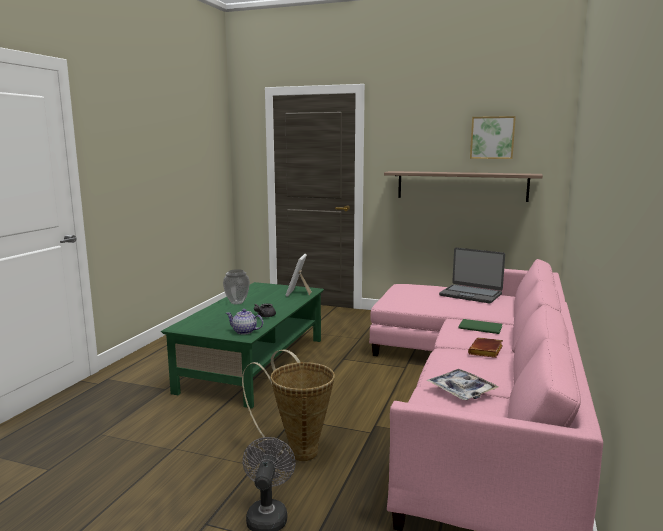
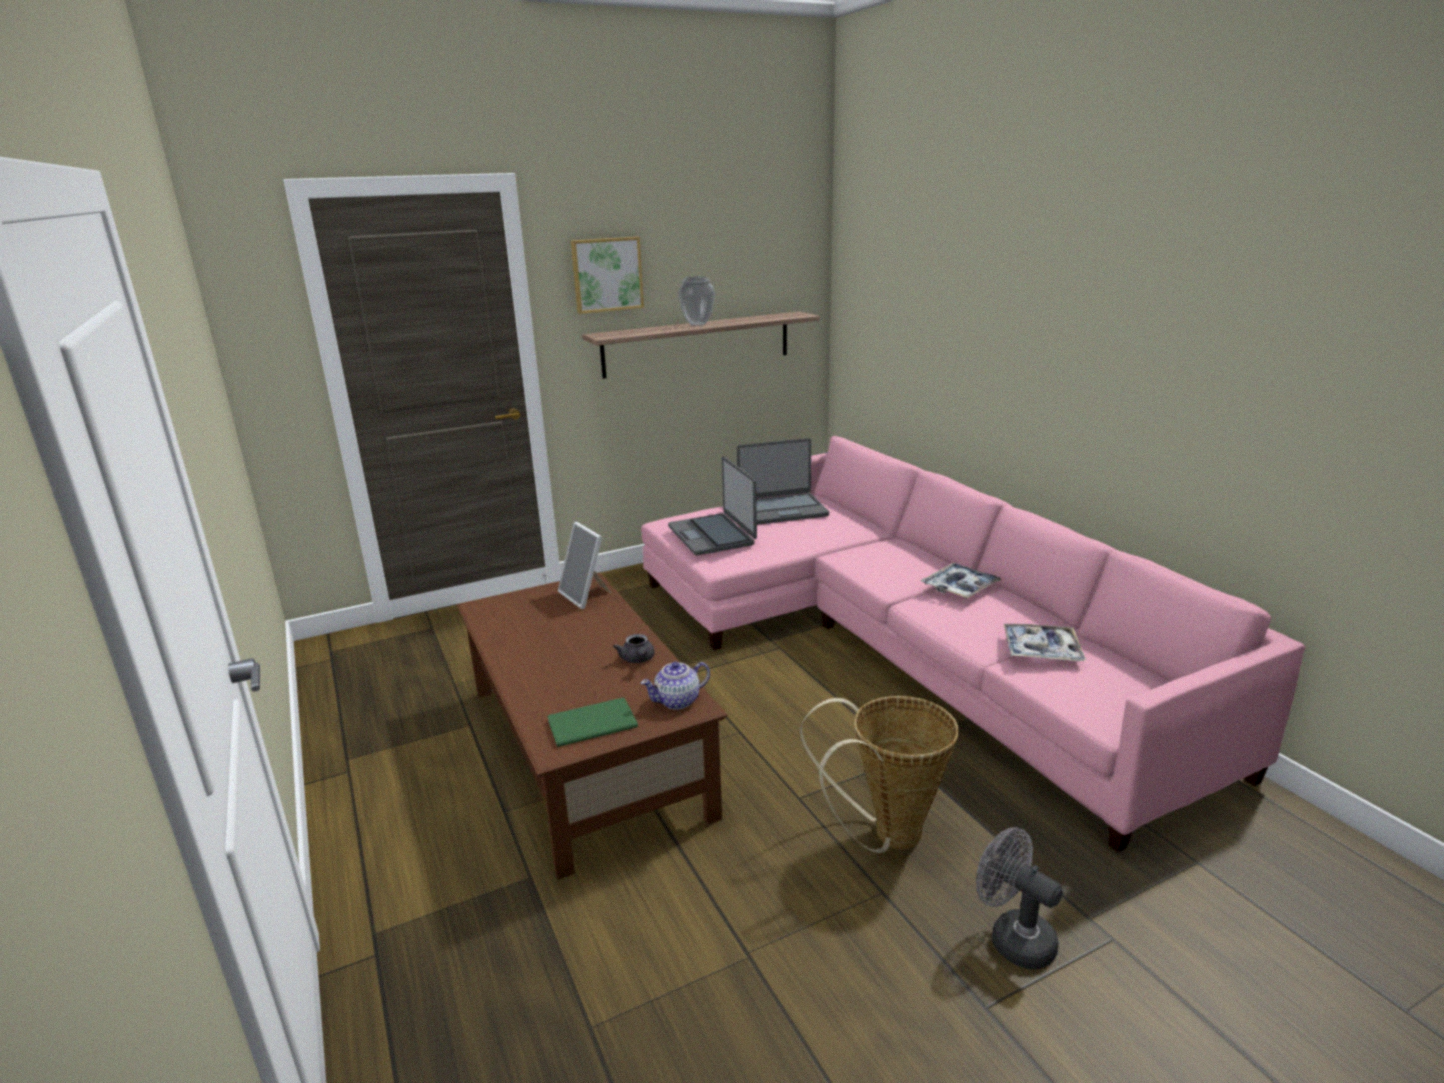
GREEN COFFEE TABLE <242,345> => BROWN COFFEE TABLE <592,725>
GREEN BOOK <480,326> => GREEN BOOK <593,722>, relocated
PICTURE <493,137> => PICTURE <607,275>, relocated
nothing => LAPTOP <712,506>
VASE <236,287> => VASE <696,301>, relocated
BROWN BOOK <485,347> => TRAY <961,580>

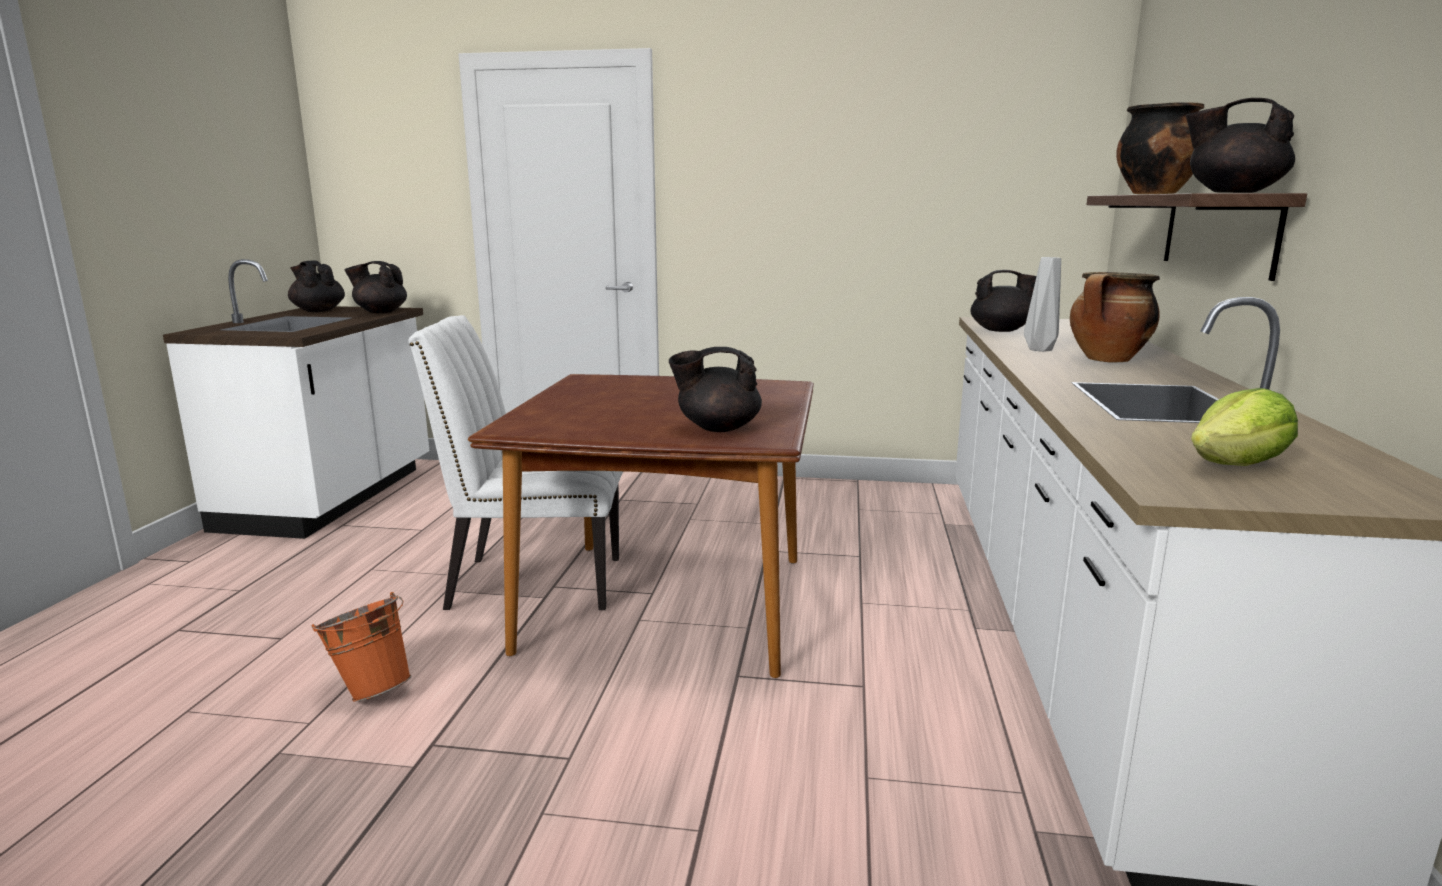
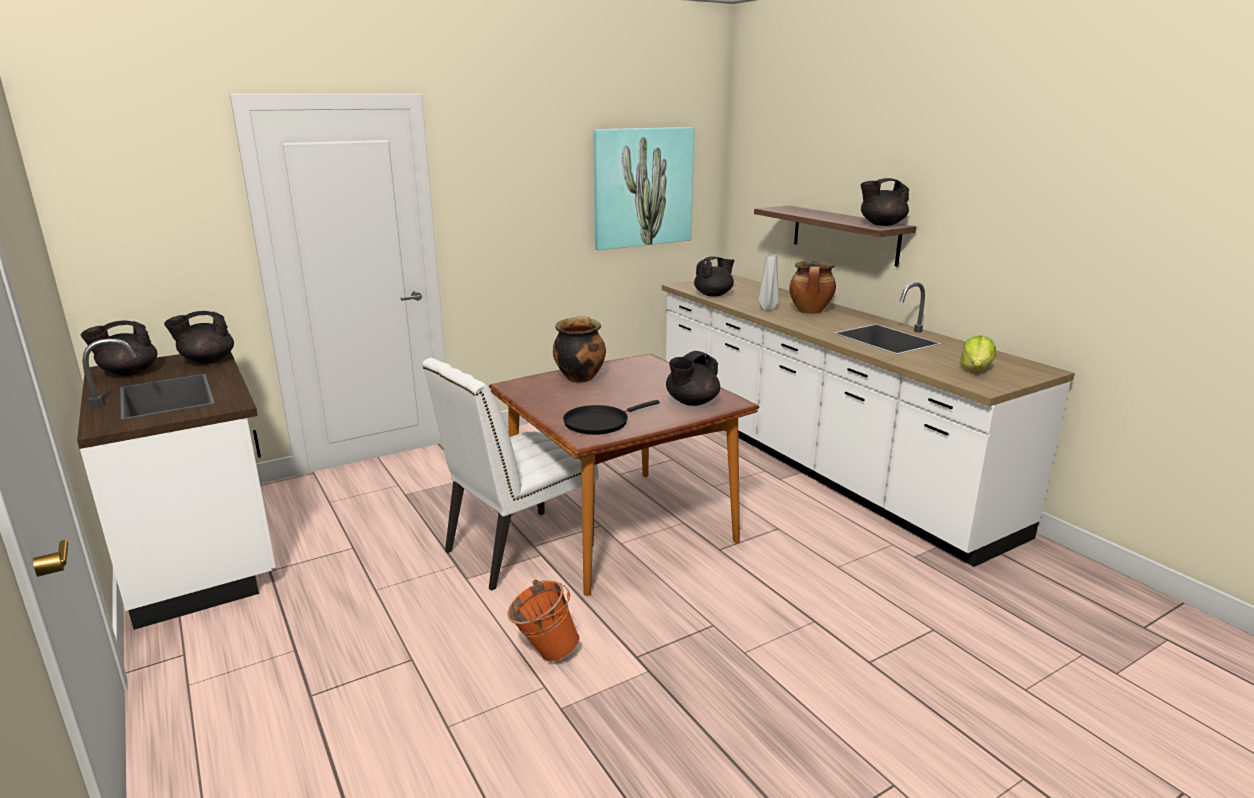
BLACK TEAPOT <316,286> => BLACK TEAPOT <119,348>, 45 degrees counterclockwise
COOKING POT <1160,148> => COOKING POT <579,349>, relocated
nothing => BLACK FRYING PAN <611,417>
nothing => PICTURE <643,188>

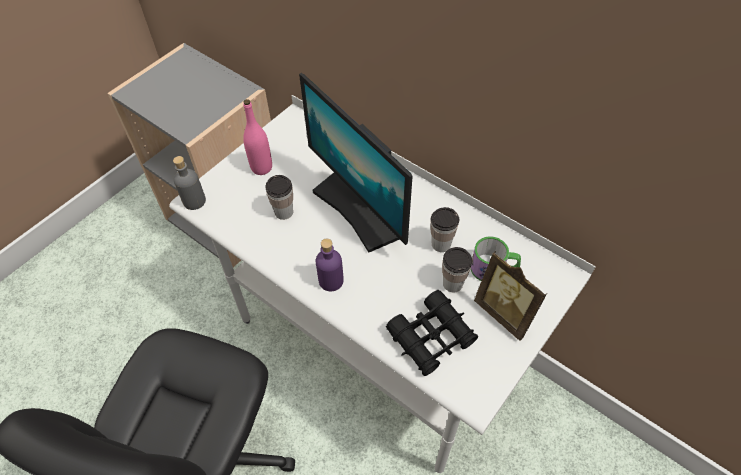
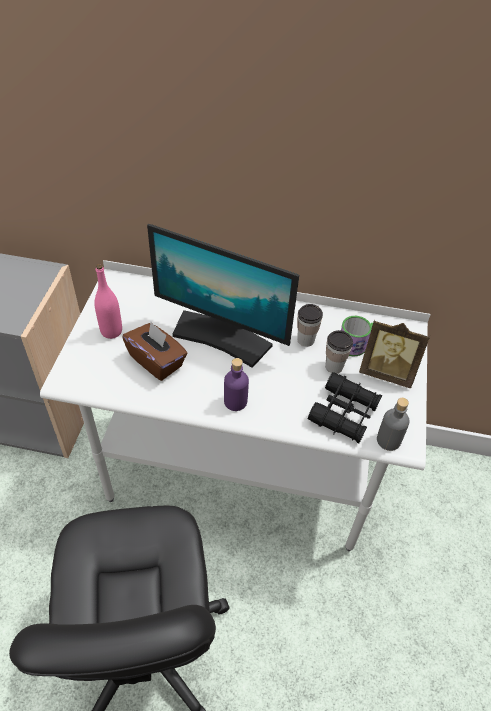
CUP <279,197> => BROWN TISSUE BOX <154,351>
GREY BOTTLE <189,183> => GREY BOTTLE <393,424>, relocated

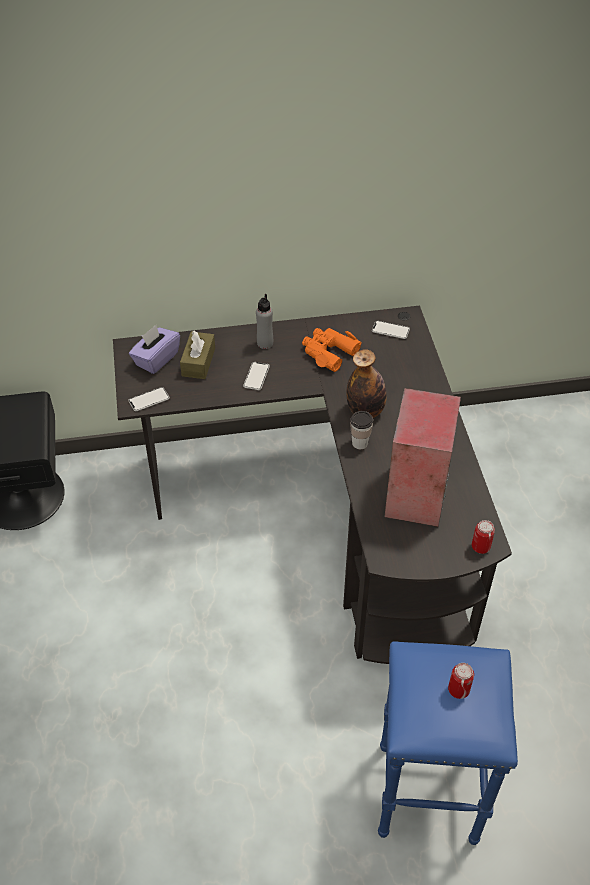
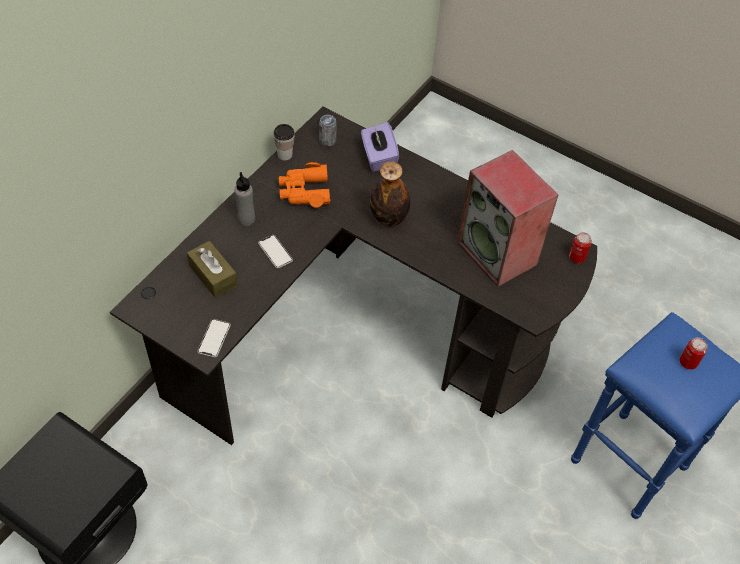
CUP <361,430> => CUP <284,142>, relocated
PHONE <391,330> => CAN <328,130>
PURPLE TISSUE BOX <154,349> => PURPLE TISSUE BOX <380,147>, relocated

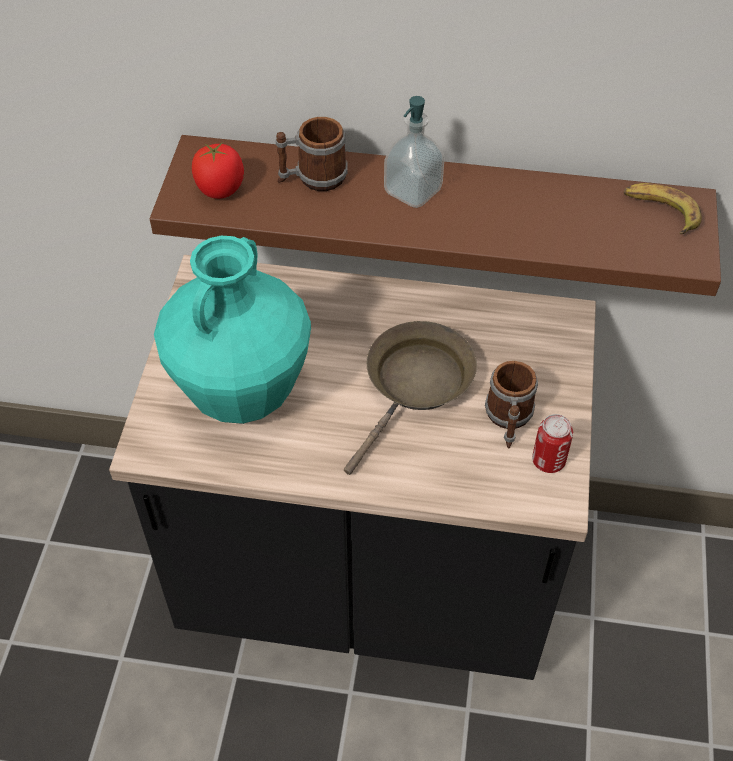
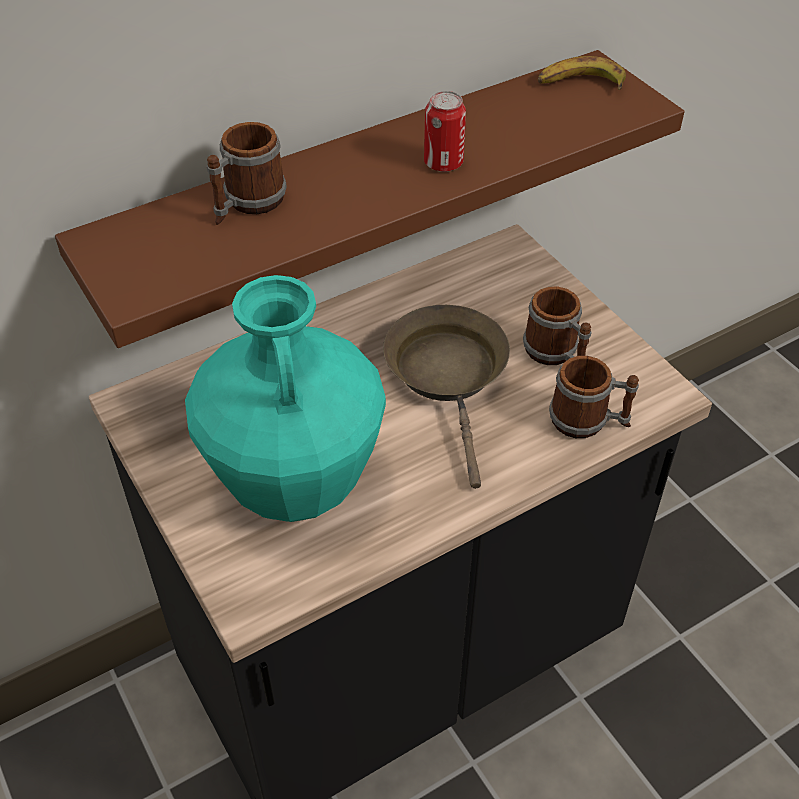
CAN <552,443> => CAN <445,131>, relocated
nothing => MUG <594,397>
TOMATO <218,170> => nothing
SOAP DISPENSER <414,152> => nothing

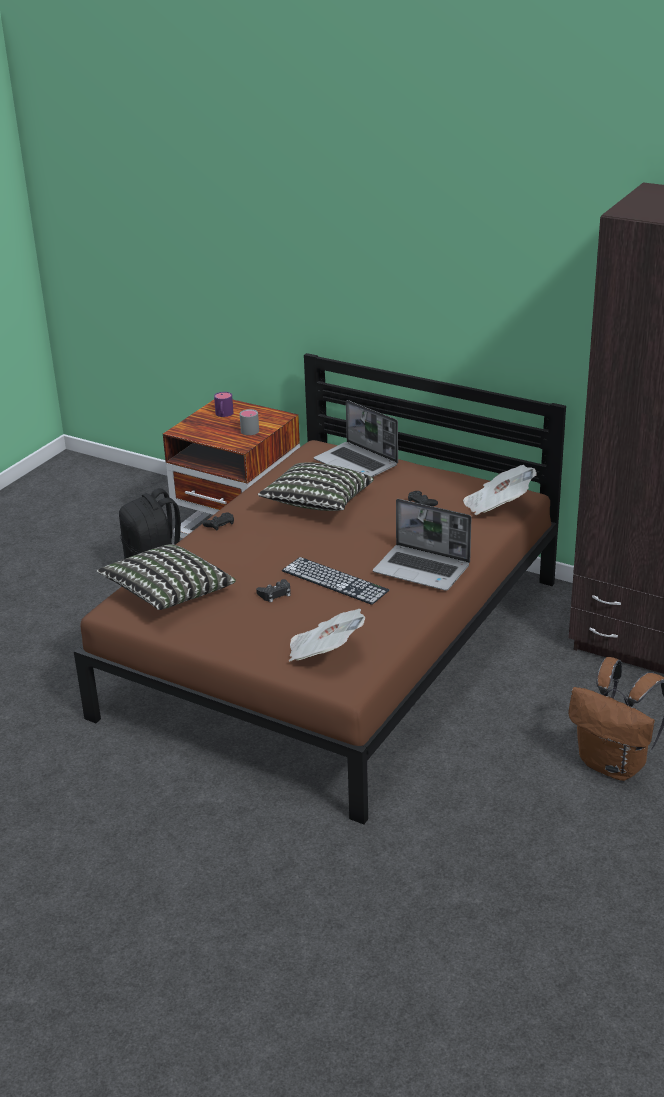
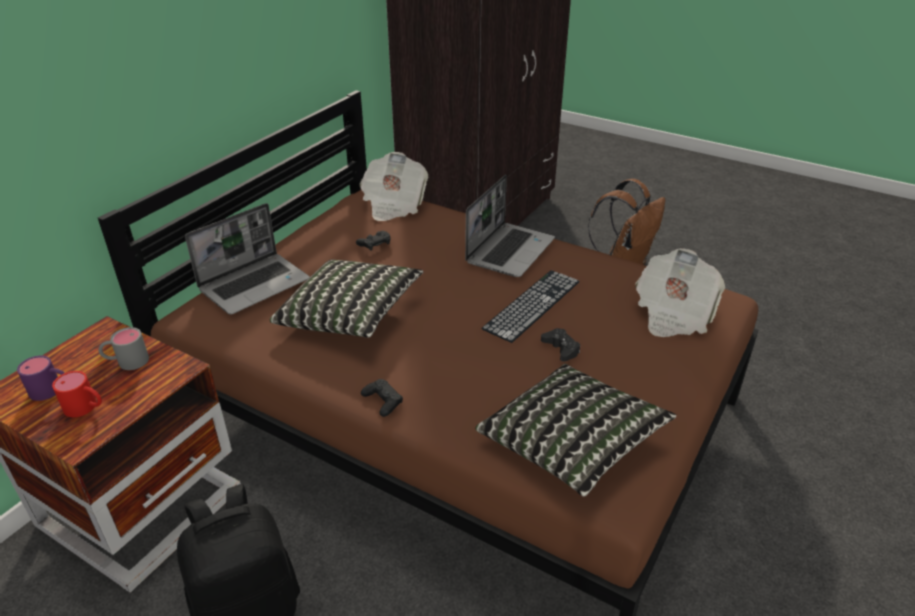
nothing => RED MUG <77,394>

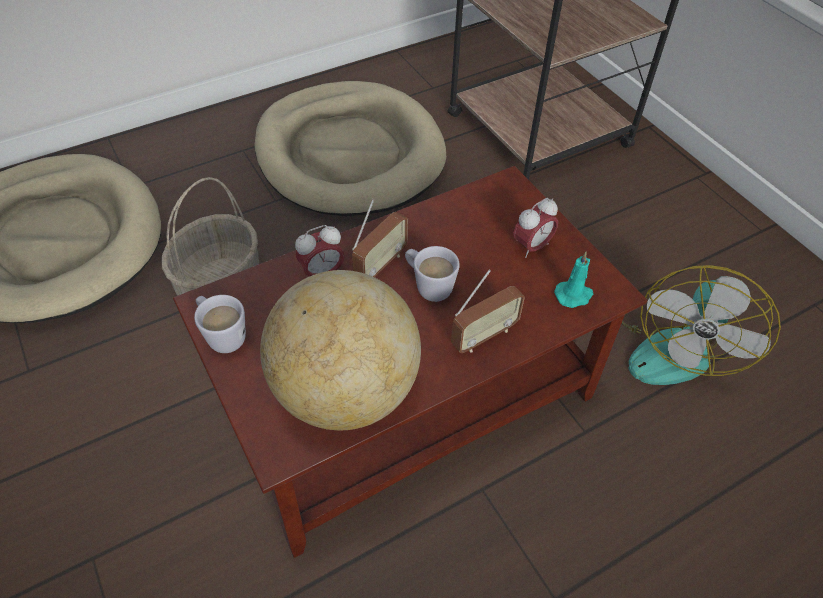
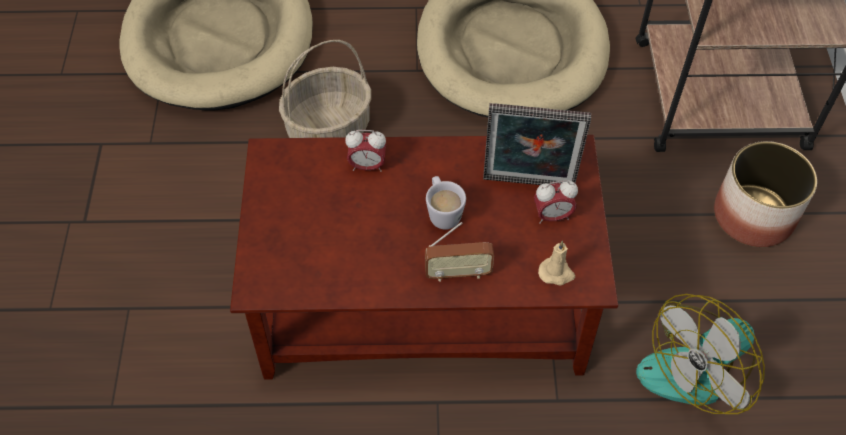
nothing => PICTURE FRAME <537,144>
TURQUOISE CANDLE <573,280> => BEIGE CANDLE <556,263>
nothing => PLANTER <765,194>
WHITE MUG <220,324> => nothing
GLOBE <340,350> => nothing
RADIO <380,238> => nothing

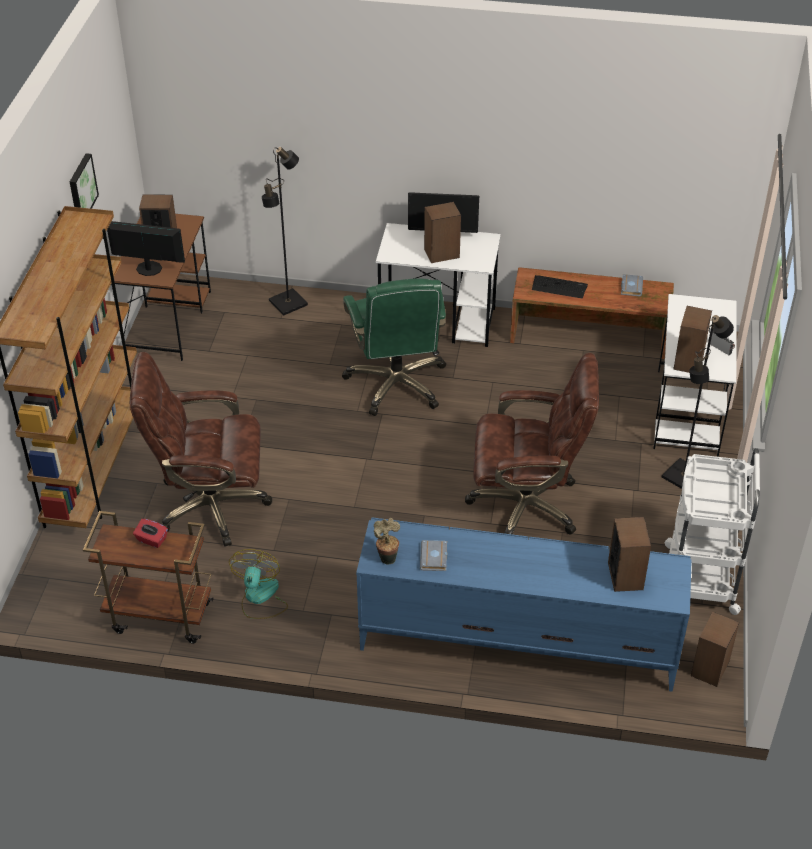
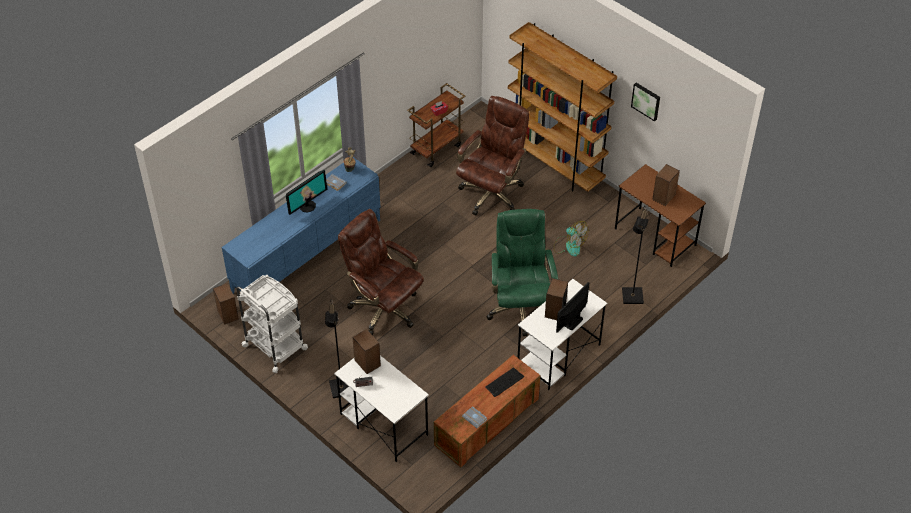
MONITOR <146,248> => MONITOR <306,192>, relocated
BROWN OFFICE CHAIR <532,444> => BROWN OFFICE CHAIR <381,272>, 90 degrees clockwise
GREEN OFFICE CHAIR <394,347> => GREEN OFFICE CHAIR <522,272>, 60 degrees clockwise
FAN <258,584> => FAN <571,238>, relocated
SPEAKER <629,554> => nothing

